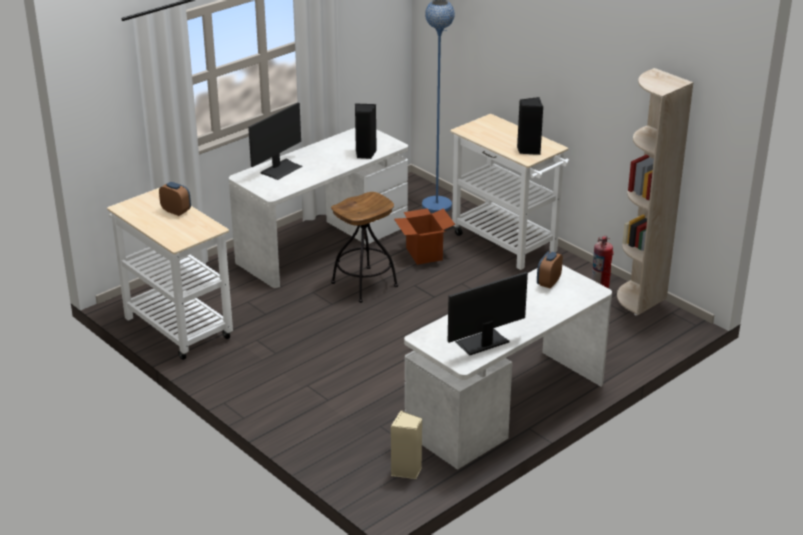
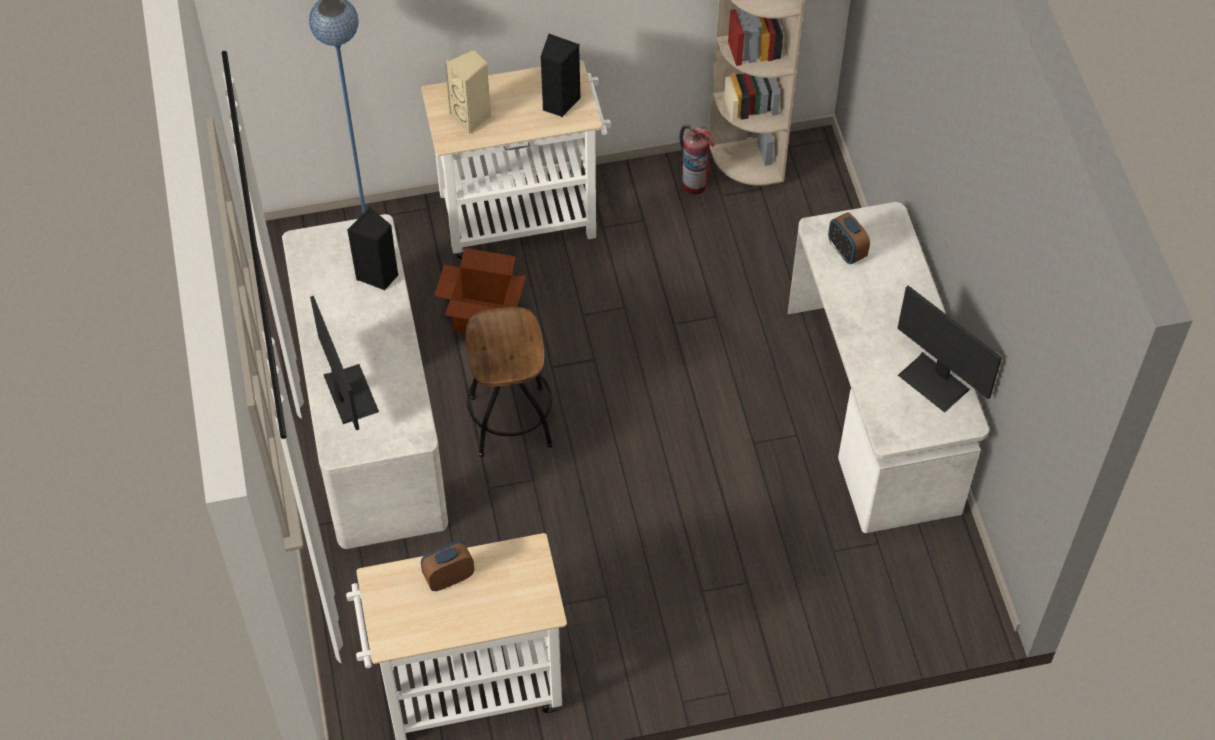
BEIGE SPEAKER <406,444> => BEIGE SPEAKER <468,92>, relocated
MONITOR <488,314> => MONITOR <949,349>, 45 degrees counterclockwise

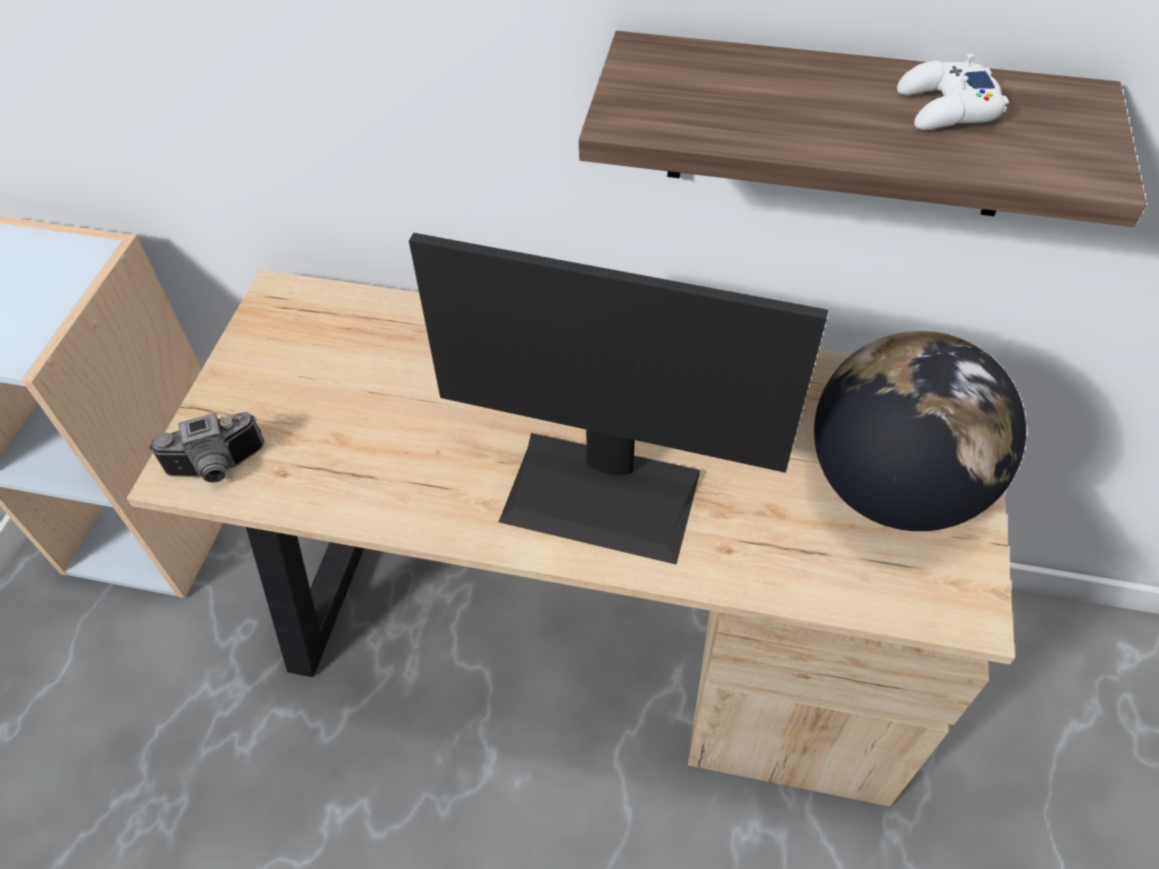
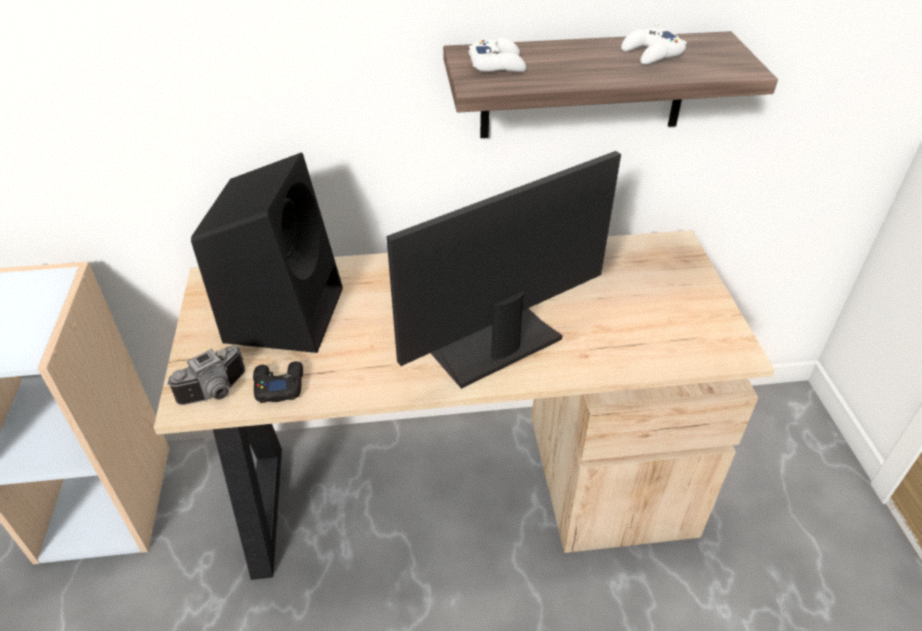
nothing => BLACK SPEAKER <267,252>
nothing => BLACK GAME CONTROLLER <278,382>
MONITOR <618,399> => MONITOR <503,270>, 150 degrees clockwise
nothing => WHITE GAME CONTROLLER <498,55>
GLOBE <920,431> => nothing

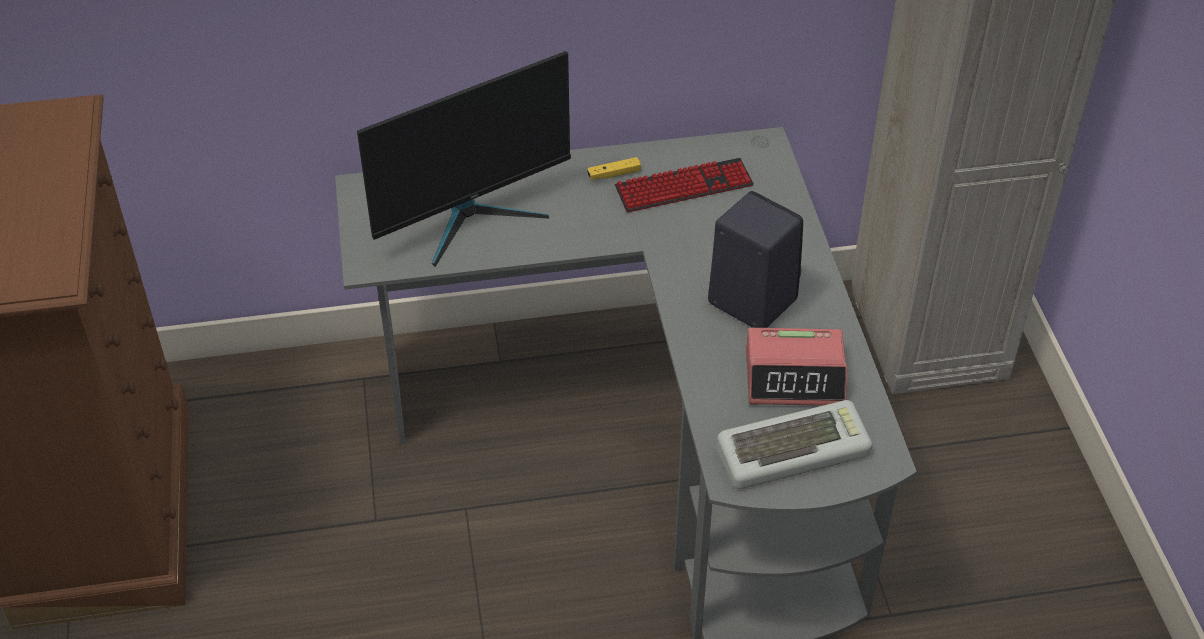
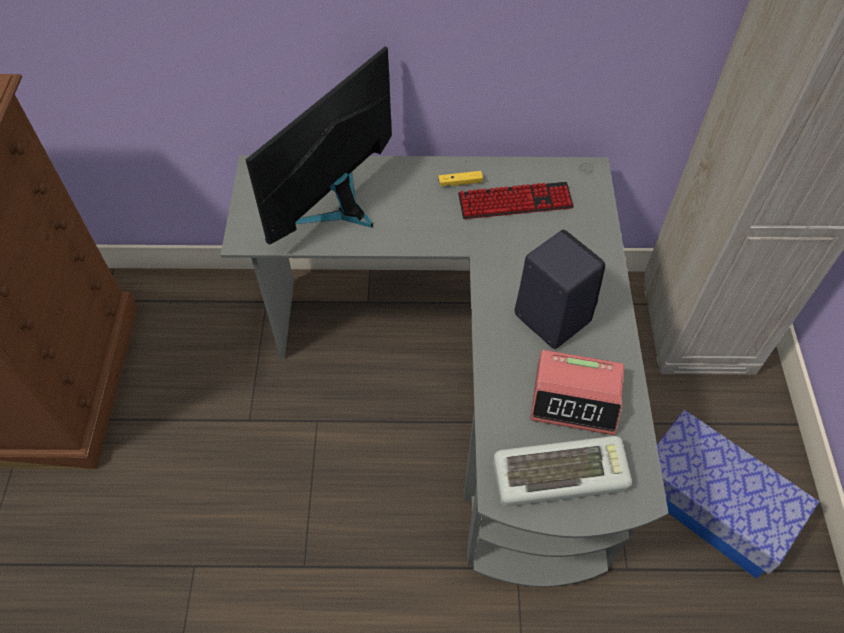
MONITOR <464,159> => MONITOR <319,145>, 150 degrees clockwise
nothing => STORAGE BOX <738,494>

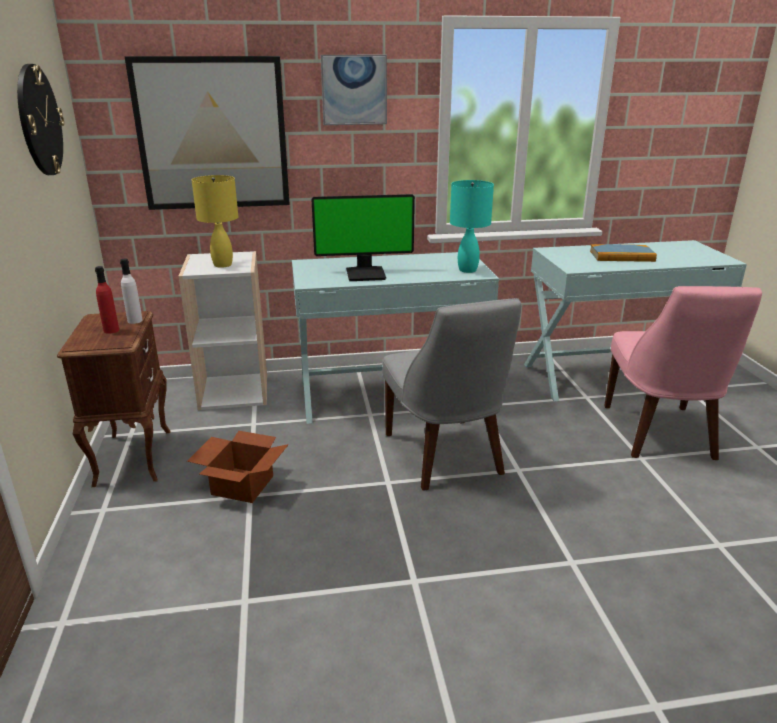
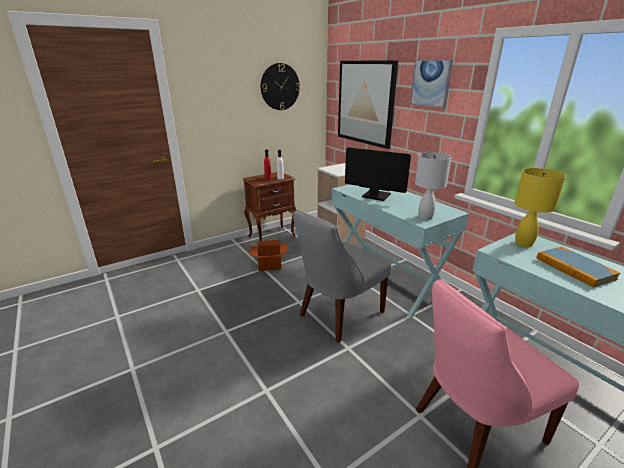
MONITOR <363,237> => MONITOR <378,174>, 150 degrees clockwise
TURQUOISE TABLE LAMP <472,226> => WHITE TABLE LAMP <433,186>
YELLOW TABLE LAMP <215,221> => YELLOW TABLE LAMP <540,207>, relocated

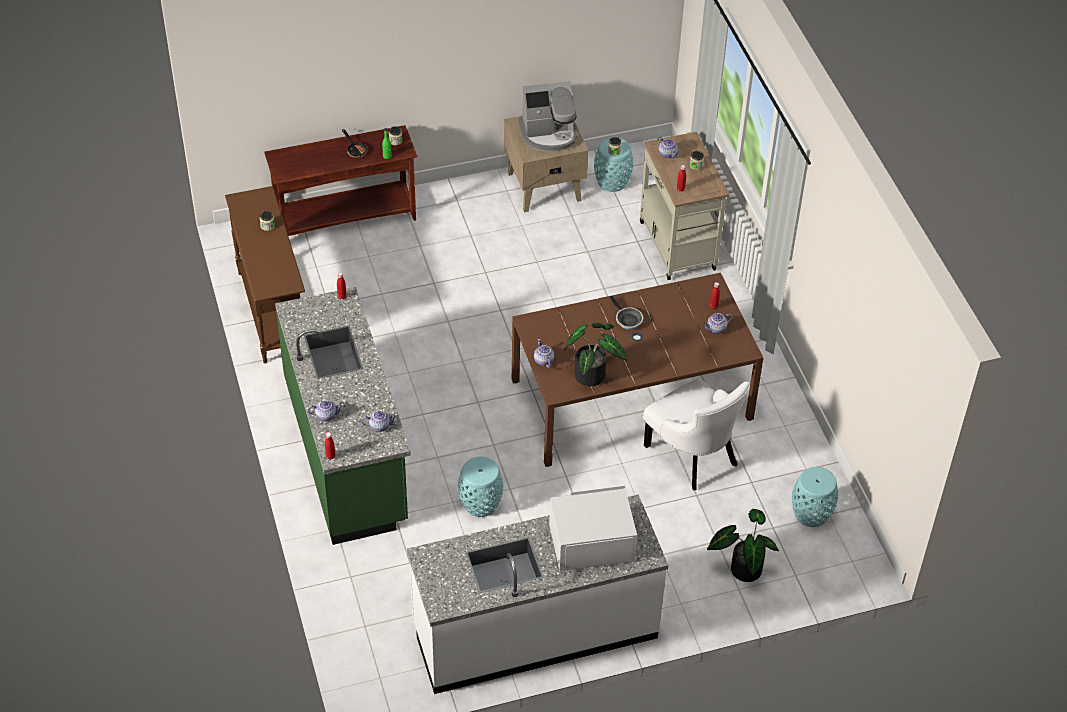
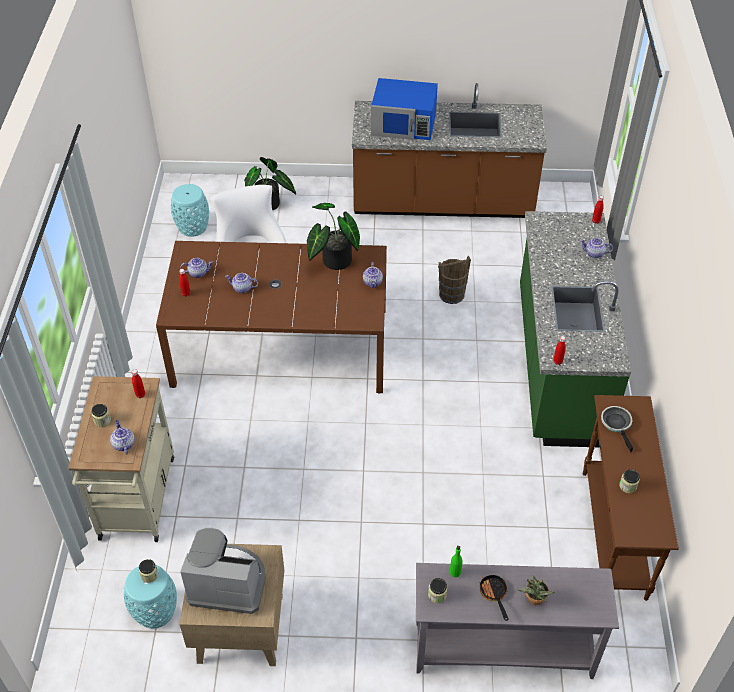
TEAPOT <379,421> => TEAPOT <241,283>, relocated
WHITE COUNTER <537,594> => BROWN COUNTER <449,150>
WHITE MICROWAVE <593,529> => BLUE MICROWAVE <404,109>
BROWN CONSOLE TABLE <340,180> => GREY CONSOLE TABLE <517,621>
TURQUOISE STOOL <480,487> => BROWN BUCKET <454,280>
nothing => POTTED PLANT <536,590>
FRYING PAN <626,313> => FRYING PAN <617,429>, relocated

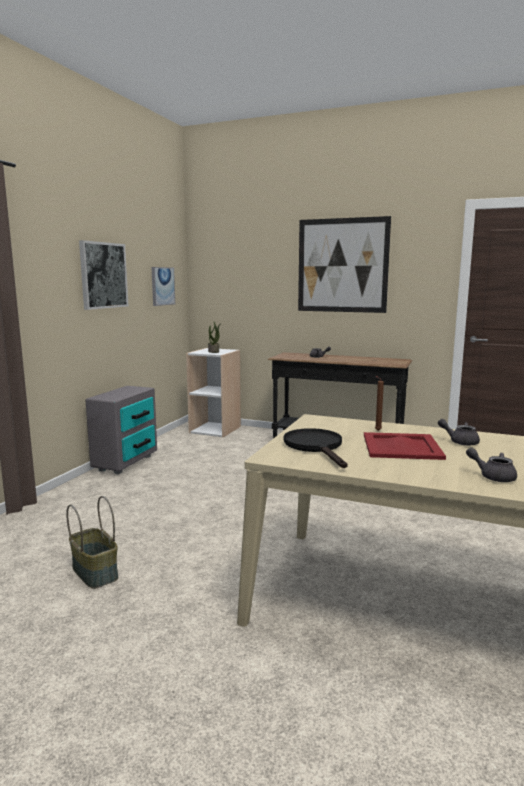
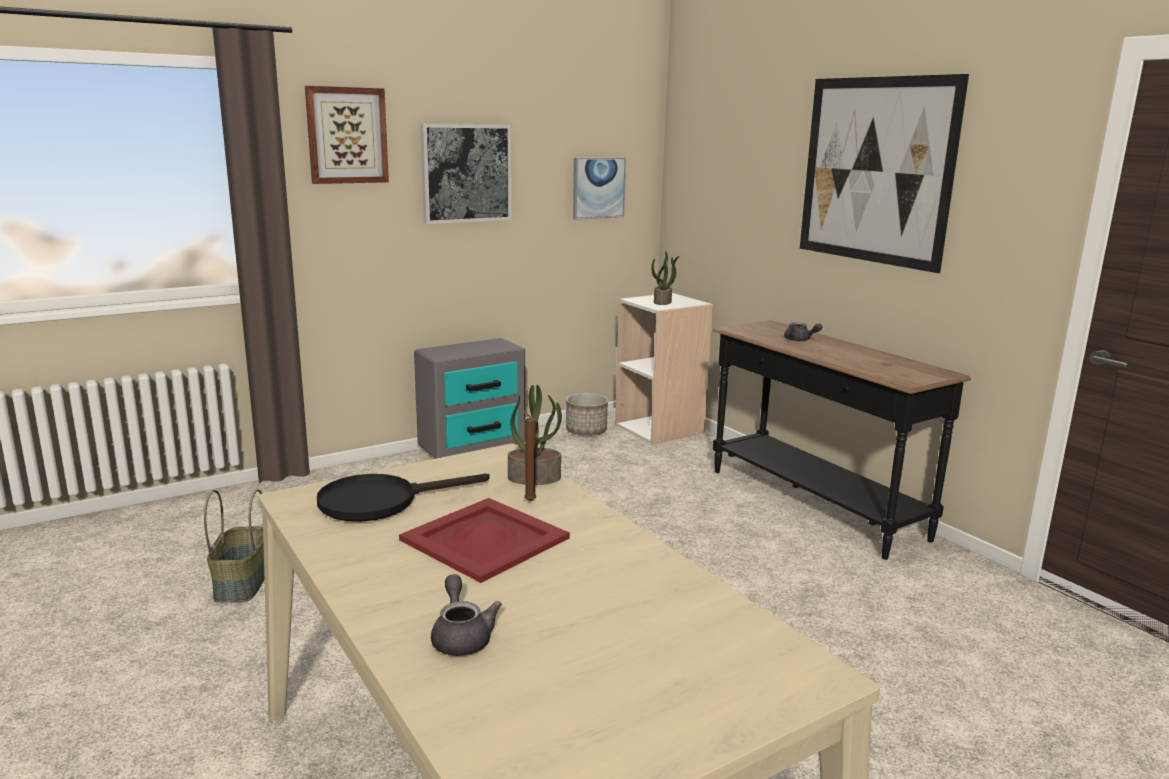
nothing => PICTURE <347,135>
BLACK FRYING PAN <315,448> => BLACK FRYING PAN <403,498>, 135 degrees counterclockwise
nothing => POTTED PLANT <535,435>
nothing => PLANTER <587,414>
GREY TEAPOT <459,432> => nothing

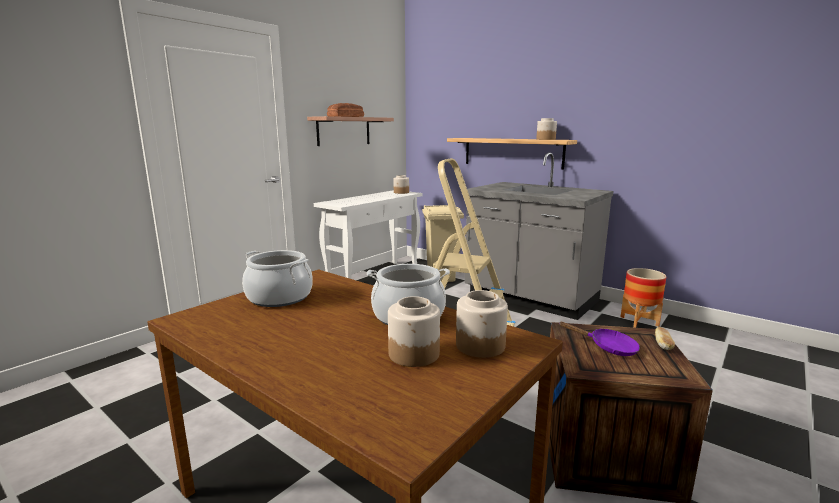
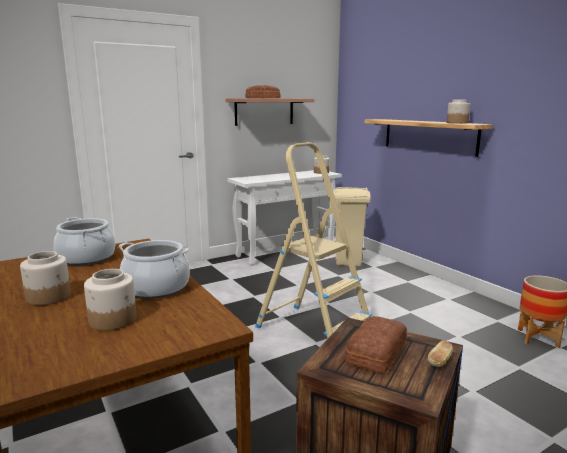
JAR <482,324> => JAR <45,278>, relocated
PURPLE FRYING PAN <599,339> => BREAD <376,345>
GREY COUNTER <539,236> => nothing

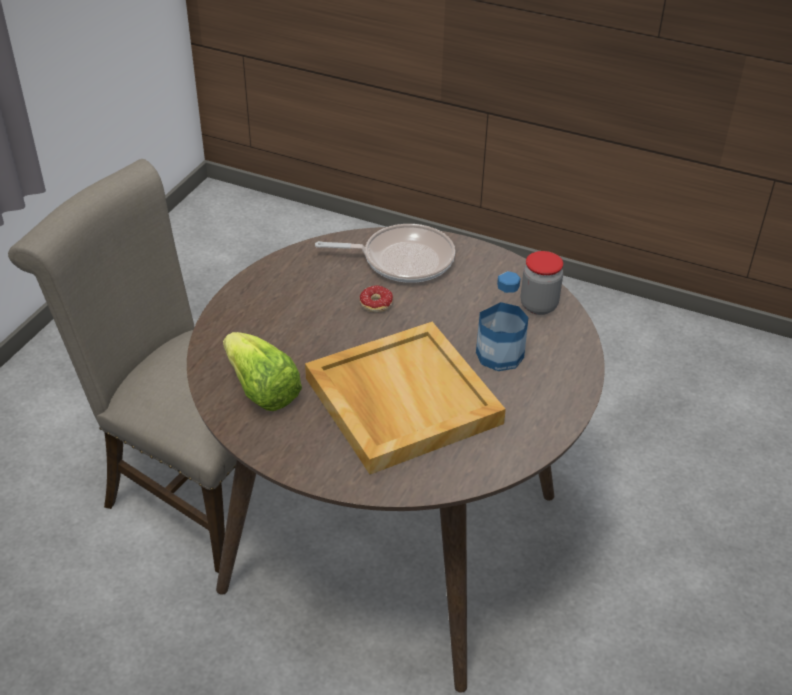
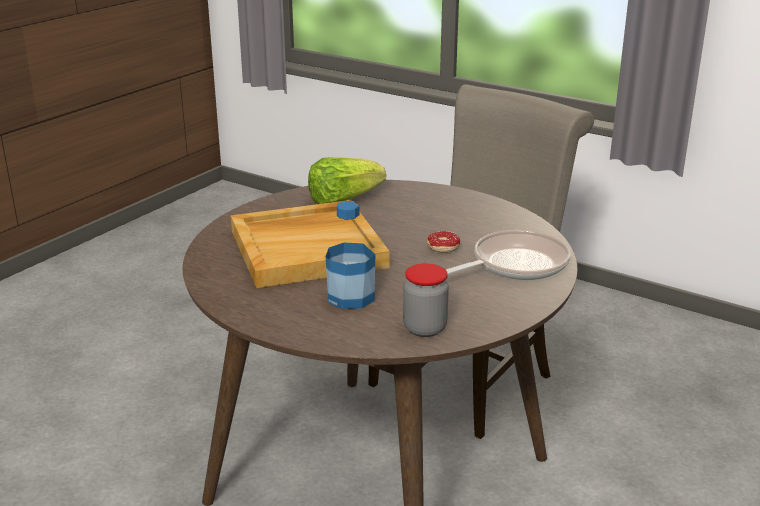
FRYING PAN <385,253> => FRYING PAN <508,255>, 135 degrees counterclockwise

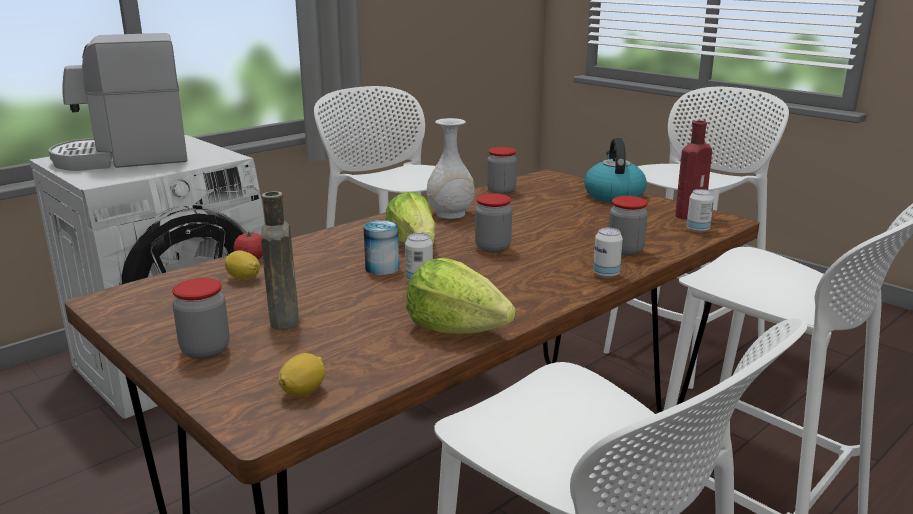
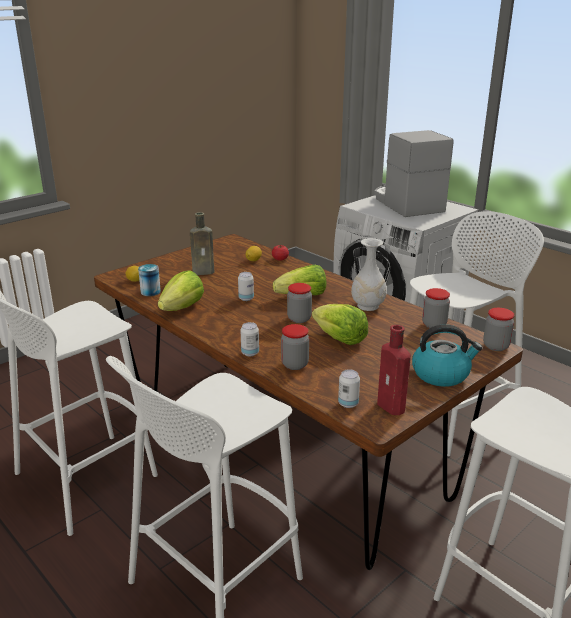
CAN <381,247> => CAN <149,280>, relocated
nothing => LETTUCE <340,324>
JAR <200,318> => JAR <498,329>, relocated

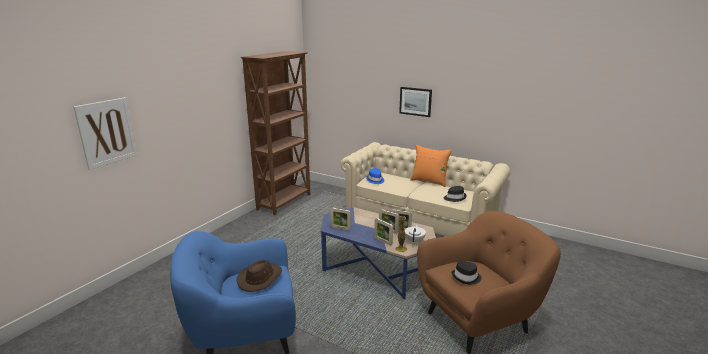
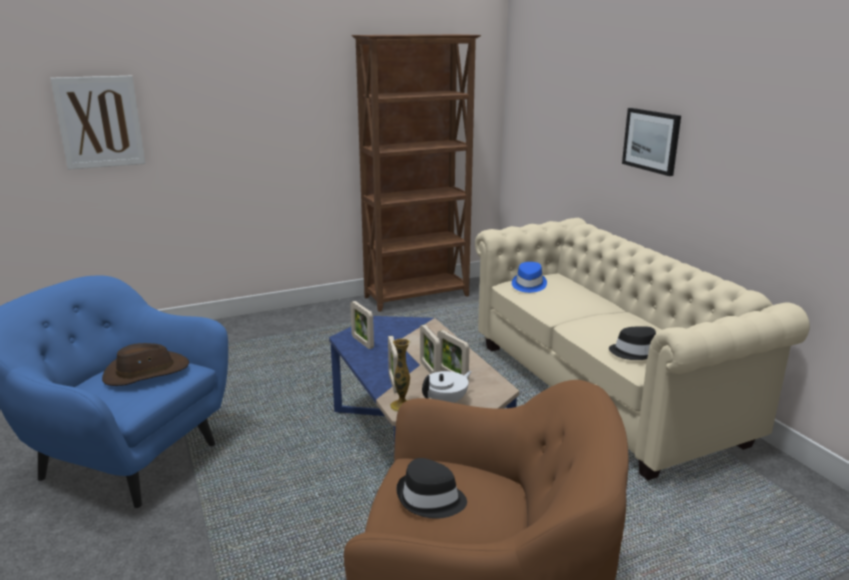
ORANGE PILLOW <431,166> => nothing

